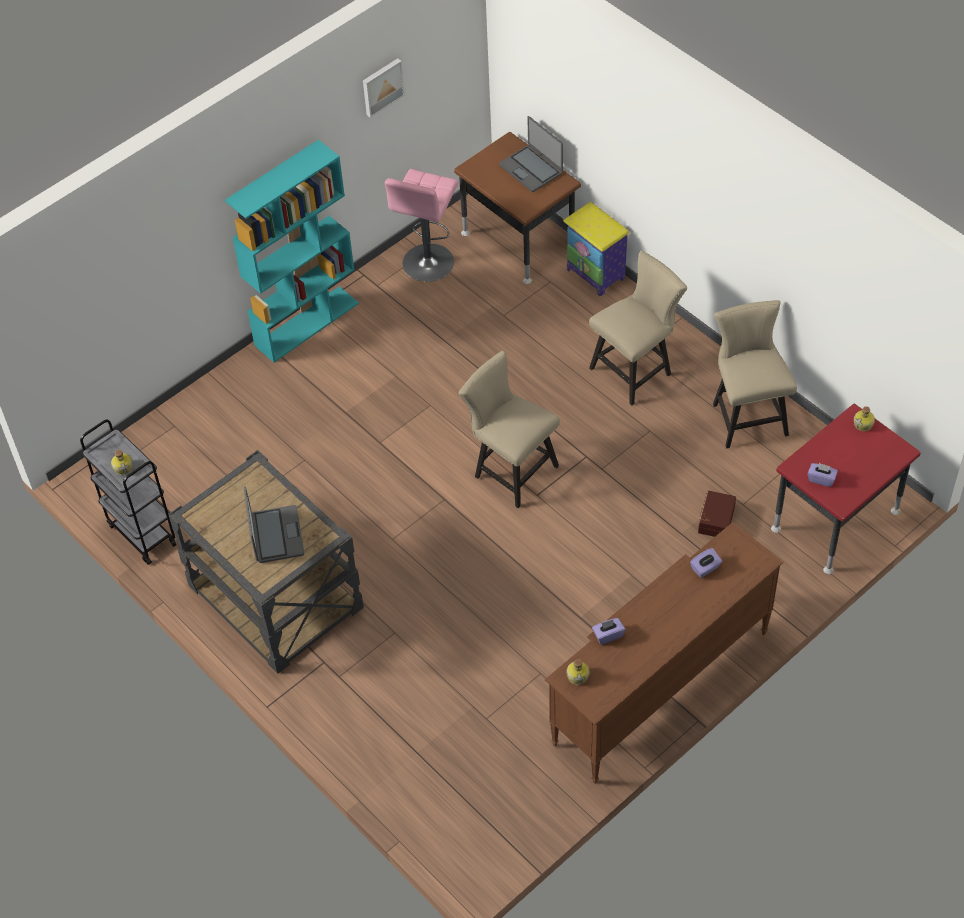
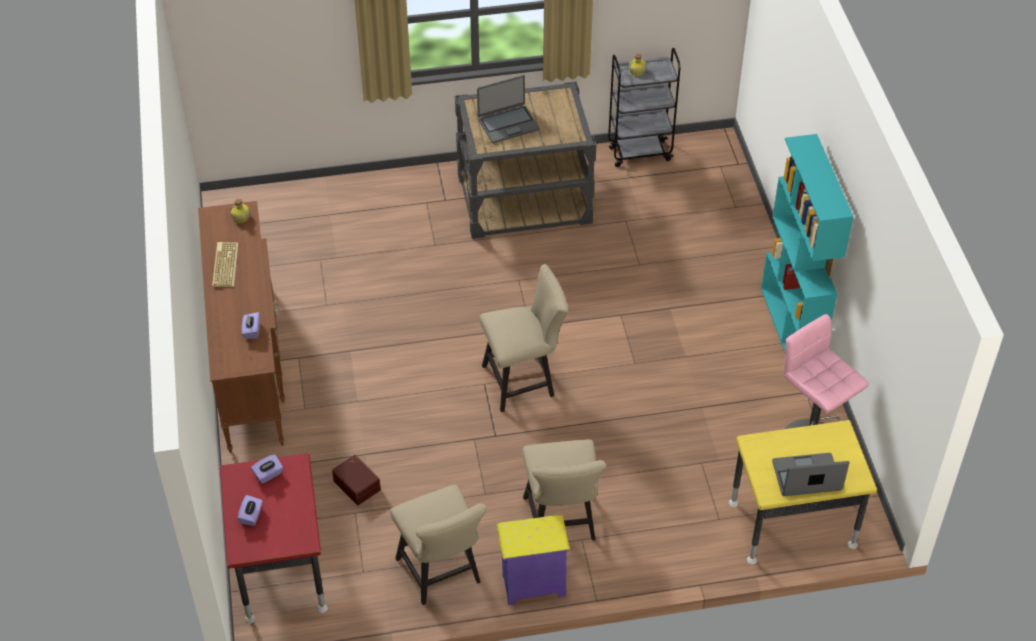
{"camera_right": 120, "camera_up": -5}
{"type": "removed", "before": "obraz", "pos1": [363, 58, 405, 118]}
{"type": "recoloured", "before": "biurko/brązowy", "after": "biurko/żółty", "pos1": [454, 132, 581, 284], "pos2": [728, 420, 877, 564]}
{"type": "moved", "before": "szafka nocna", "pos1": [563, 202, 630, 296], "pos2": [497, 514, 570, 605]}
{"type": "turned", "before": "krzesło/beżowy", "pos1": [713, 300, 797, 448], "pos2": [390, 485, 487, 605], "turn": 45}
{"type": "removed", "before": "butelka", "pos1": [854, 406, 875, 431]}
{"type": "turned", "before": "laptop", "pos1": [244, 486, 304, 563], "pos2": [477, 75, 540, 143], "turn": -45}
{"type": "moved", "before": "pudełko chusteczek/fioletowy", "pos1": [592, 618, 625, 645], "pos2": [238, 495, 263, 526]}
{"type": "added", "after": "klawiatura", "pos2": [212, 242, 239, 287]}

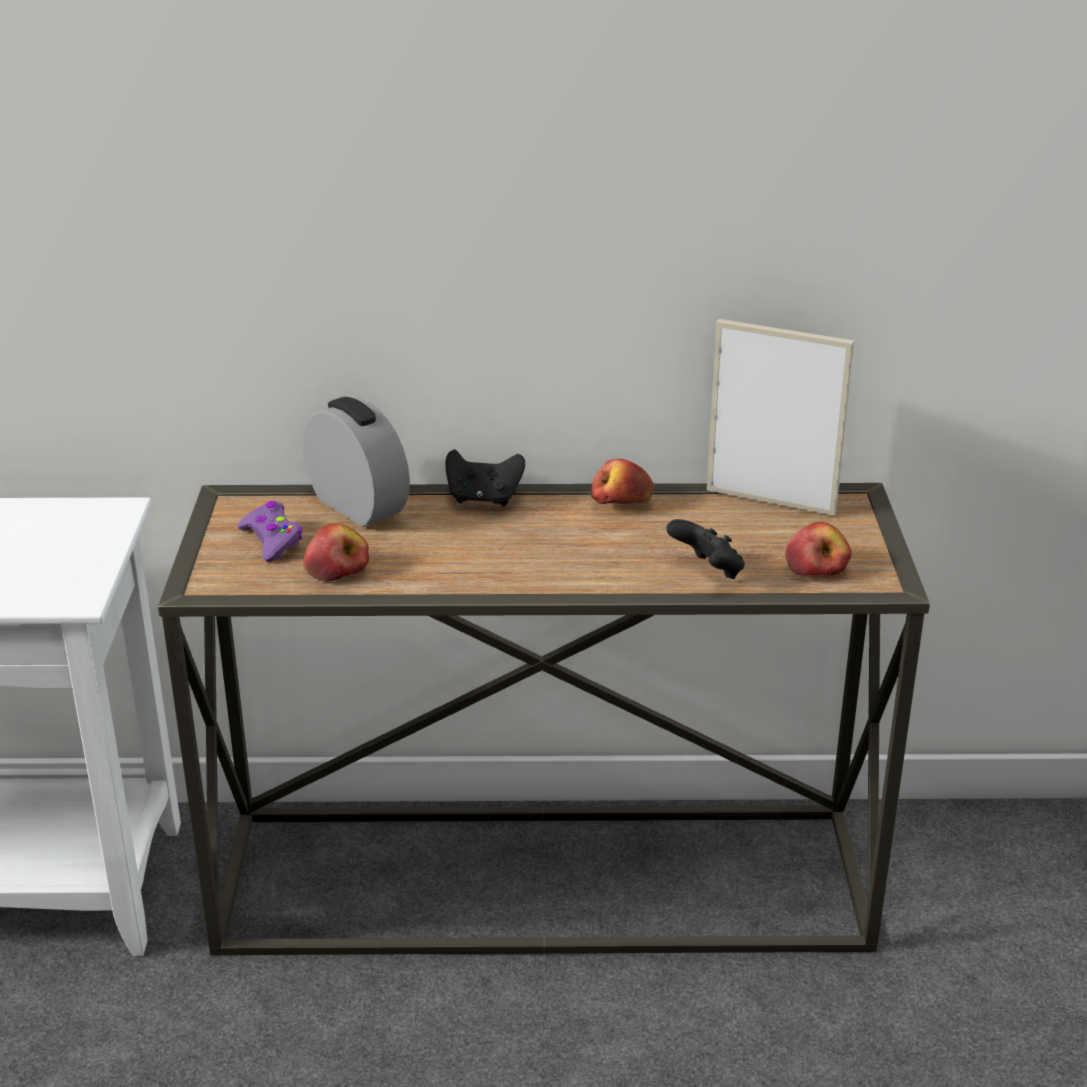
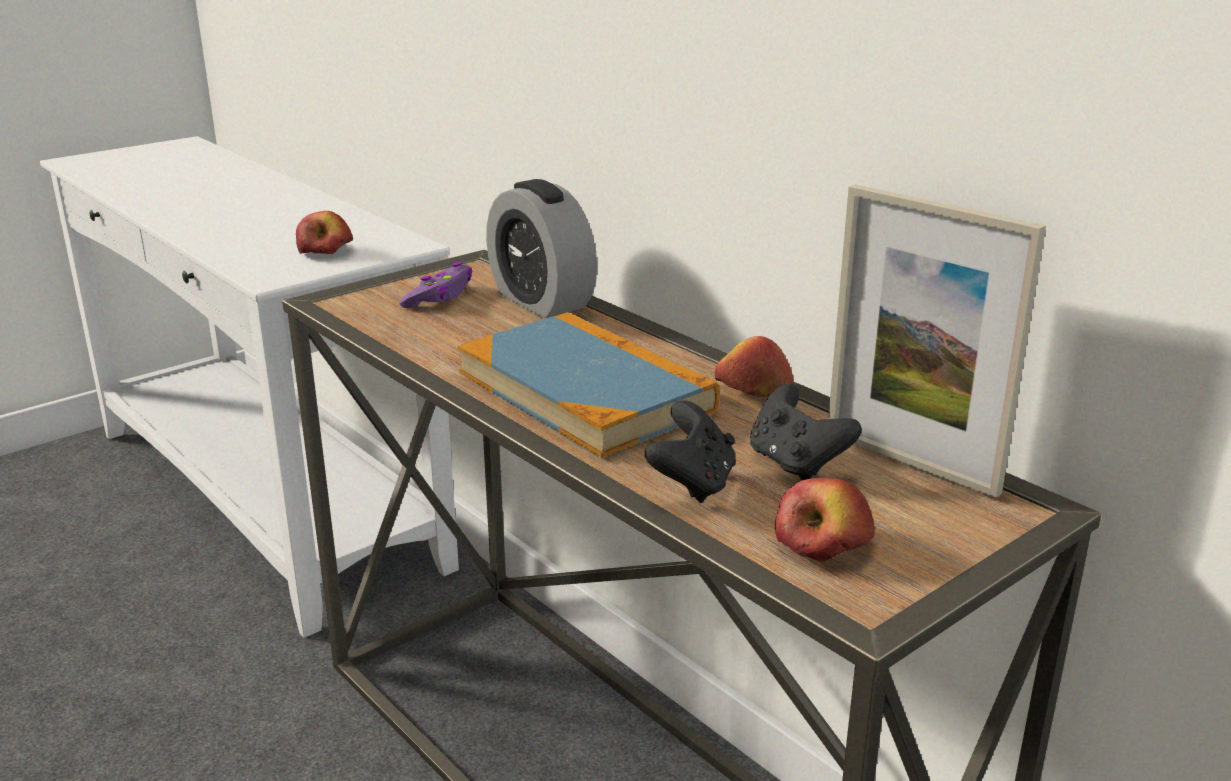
{"camera_right": 50, "camera_up": -5}
{"type": "turned", "before": "ramka na zdjęcie", "pos1": [707, 319, 854, 516], "pos2": [828, 184, 1046, 498], "turn": 150}
{"type": "turned", "before": "budzik", "pos1": [302, 397, 410, 527], "pos2": [486, 179, 597, 318], "turn": 135}
{"type": "moved", "before": "pad do gier/czarny", "pos1": [445, 450, 525, 506], "pos2": [750, 384, 862, 481]}
{"type": "moved", "before": "jabłko", "pos1": [303, 523, 369, 582], "pos2": [296, 211, 353, 254]}
{"type": "added", "after": "książka", "pos2": [458, 312, 720, 457]}

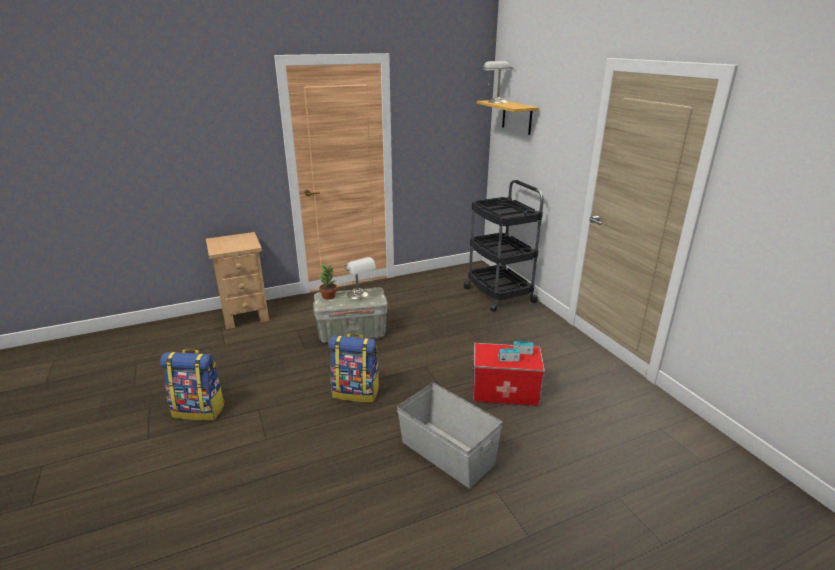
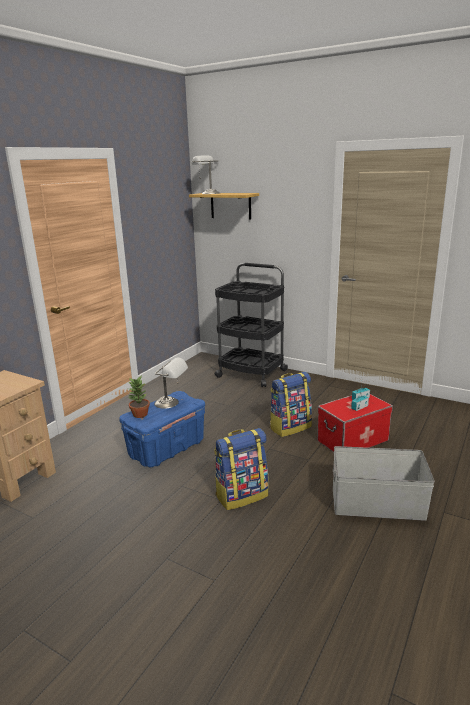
{"camera_right": -35, "camera_up": -5}
{"type": "recoloured", "before": "pojemnik do przechowywania/szary", "after": "pojemnik do przechowywania/niebieski", "pos1": [313, 287, 388, 343], "pos2": [119, 391, 205, 467]}
{"type": "moved", "before": "plecak", "pos1": [160, 349, 225, 420], "pos2": [270, 372, 312, 437]}

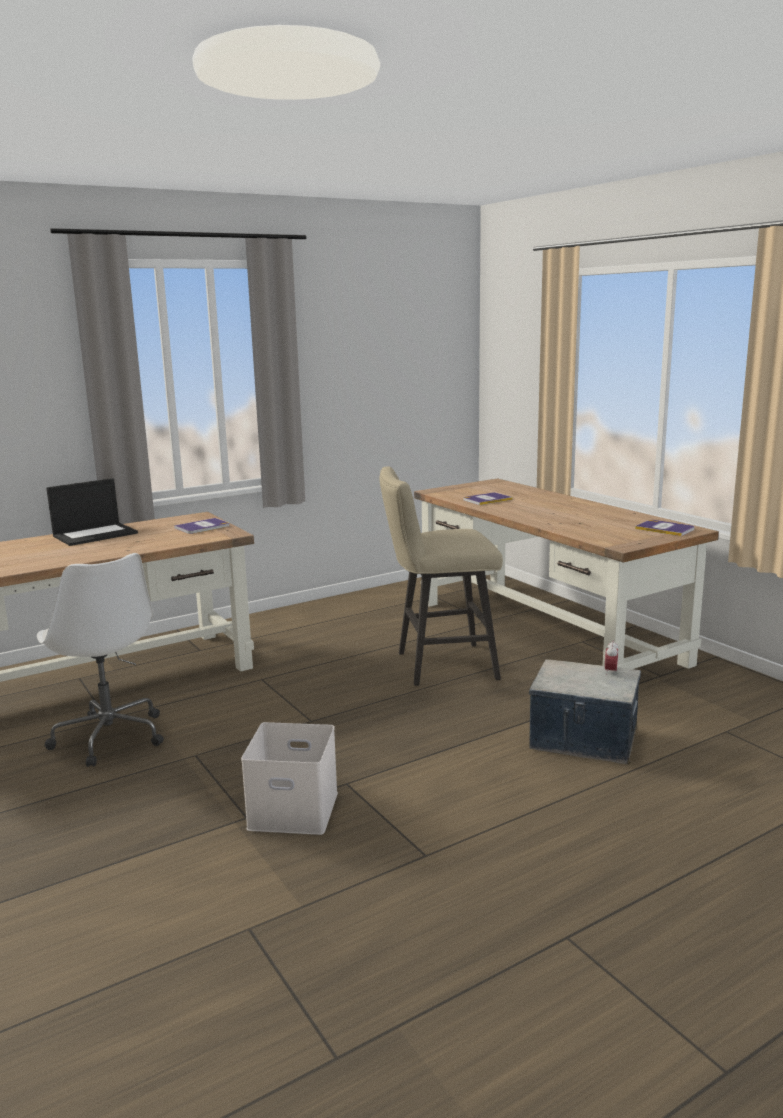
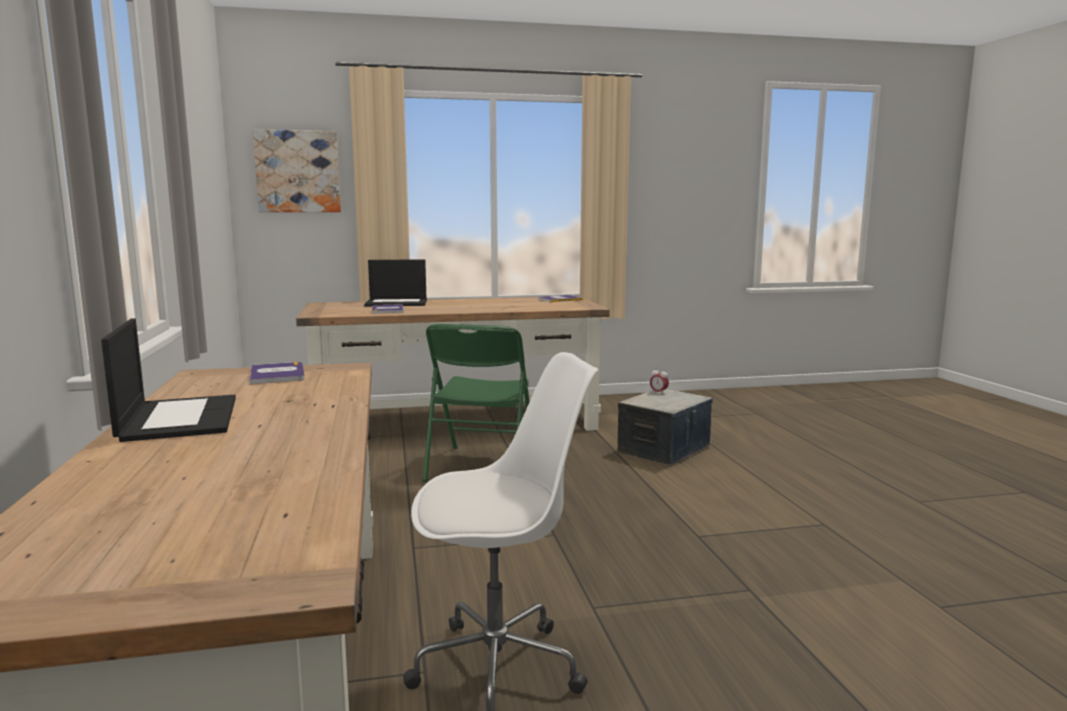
{"camera_right": -70, "camera_up": -5}
{"type": "replaced", "before": "stołek/beżowy", "after": "krzesło/zielony", "pos1": [380, 466, 503, 686], "pos2": [422, 324, 530, 482]}
{"type": "removed", "before": "pojemnik do przechowywania/biały", "pos1": [241, 722, 338, 835]}
{"type": "added", "after": "obraz", "pos2": [253, 129, 341, 212]}
{"type": "added", "after": "laptop", "pos2": [364, 259, 427, 307]}

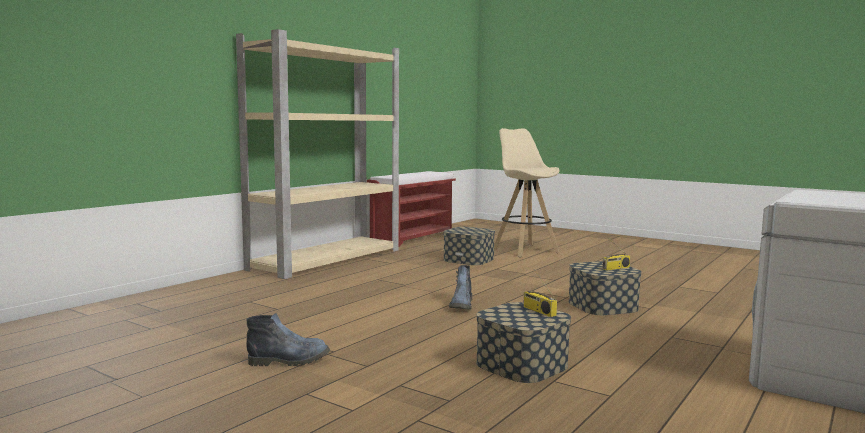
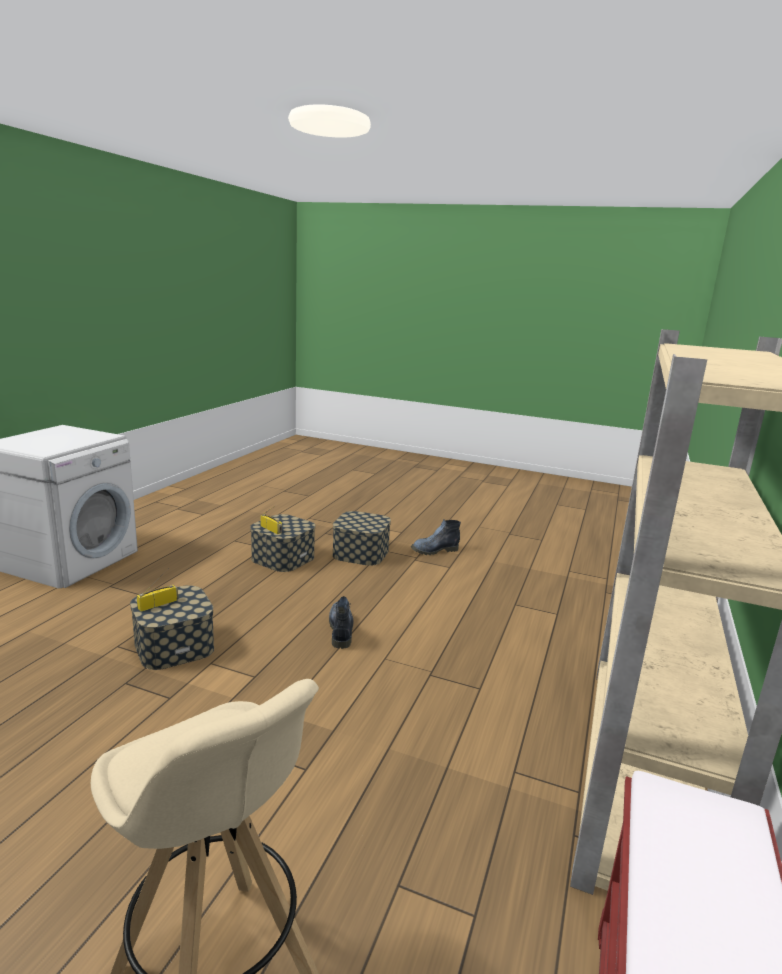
{"camera_right": 165, "camera_up": 10}
{"type": "moved", "before": "pojemnik do przechowywania", "pos1": [443, 227, 495, 265], "pos2": [332, 511, 391, 566]}

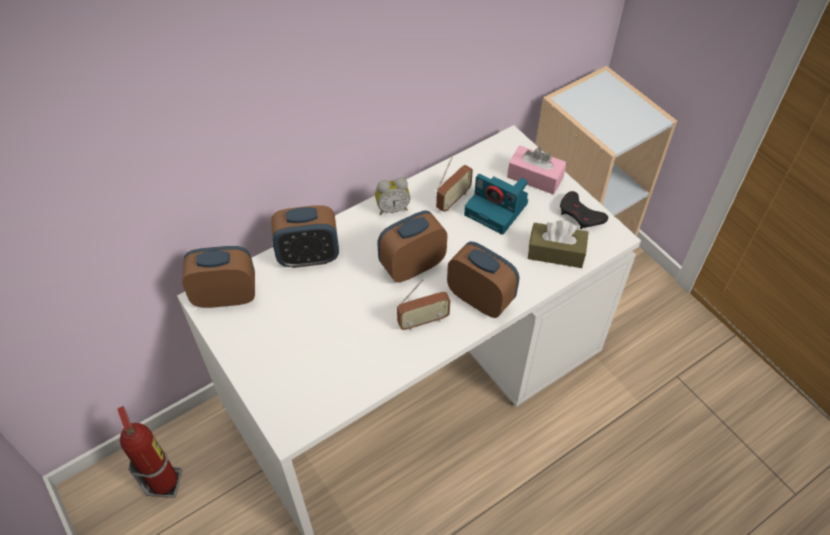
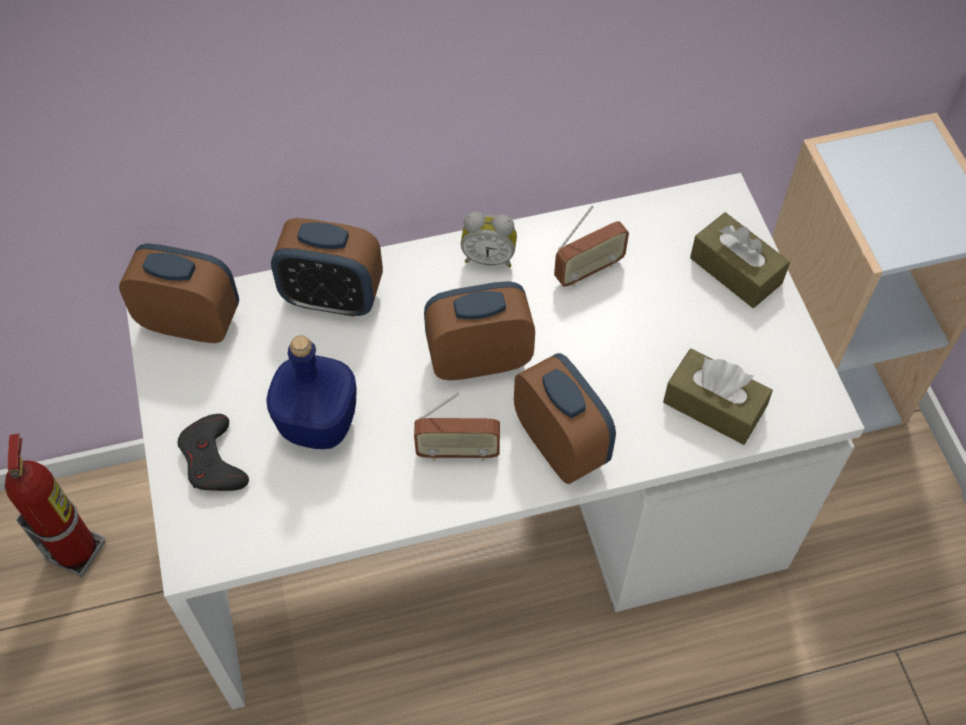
{"camera_right": 20, "camera_up": 5}
{"type": "recoloured", "before": "pudełko chusteczek/różowy", "after": "pudełko chusteczek/brązowy", "pos1": [507, 146, 567, 195], "pos2": [690, 212, 790, 308]}
{"type": "removed", "before": "aparat fotograficzny", "pos1": [464, 174, 528, 235]}
{"type": "moved", "before": "pad do gier/czarny", "pos1": [560, 191, 608, 229], "pos2": [177, 414, 249, 491]}
{"type": "added", "after": "butelka/niebieski", "pos2": [266, 335, 357, 449]}

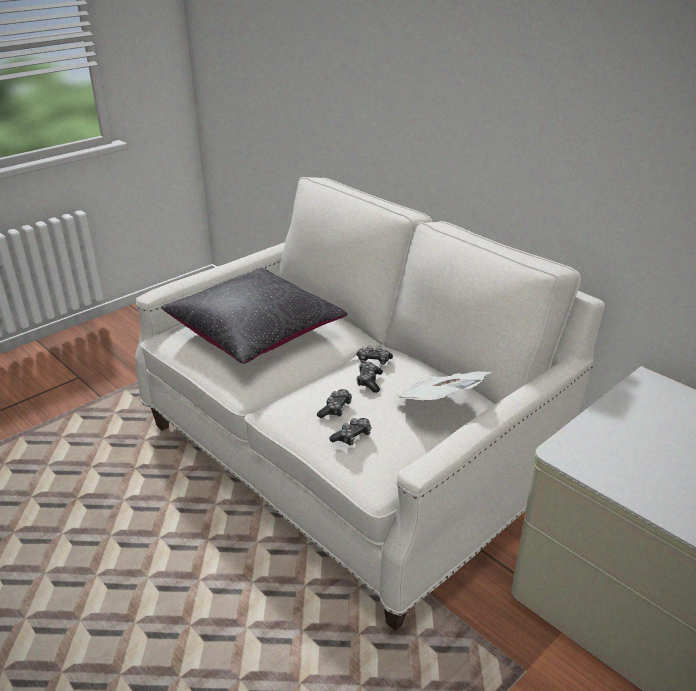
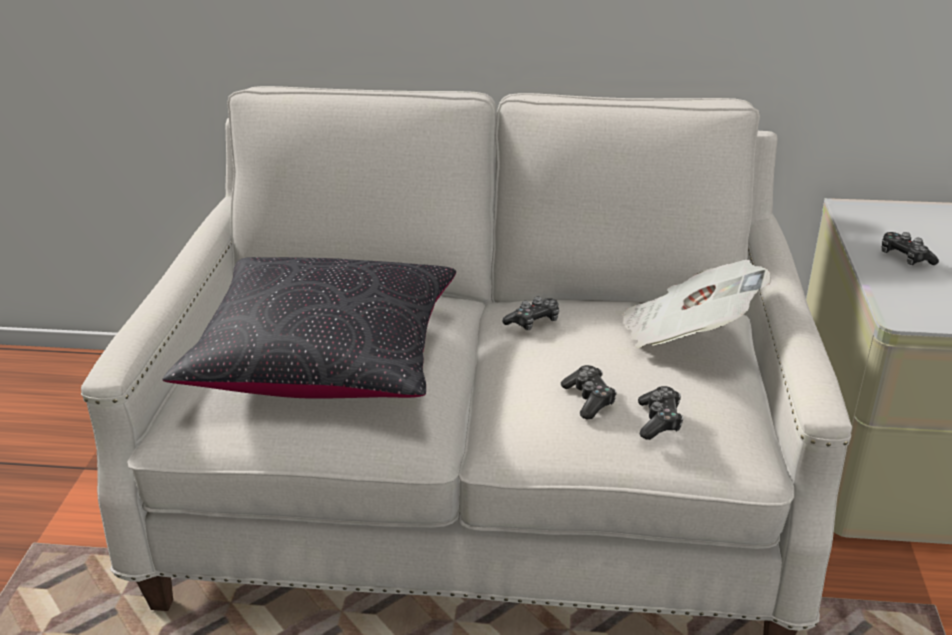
{"camera_right": -40, "camera_up": 0}
{"type": "moved", "before": "pad do gier", "pos1": [356, 362, 383, 393], "pos2": [882, 232, 939, 265]}

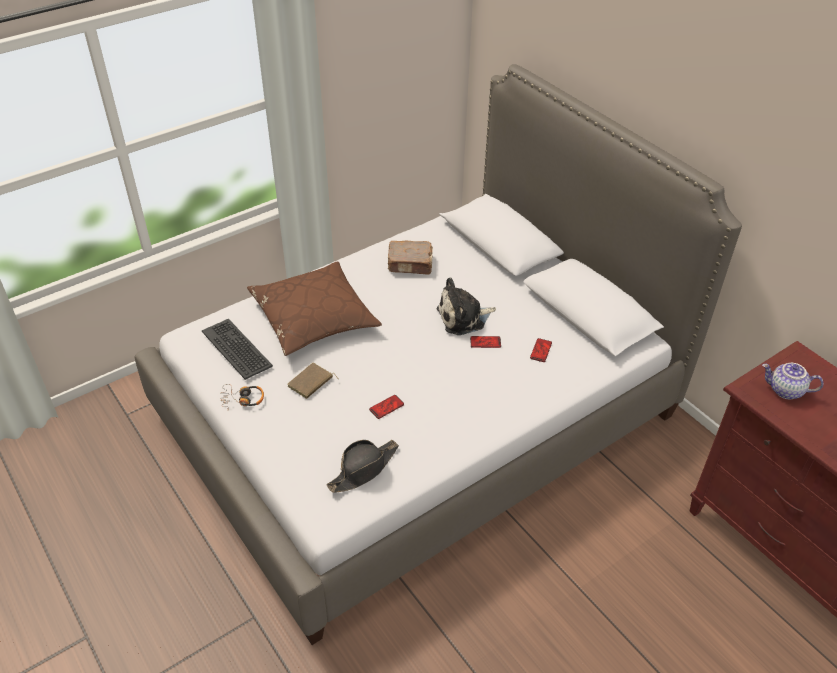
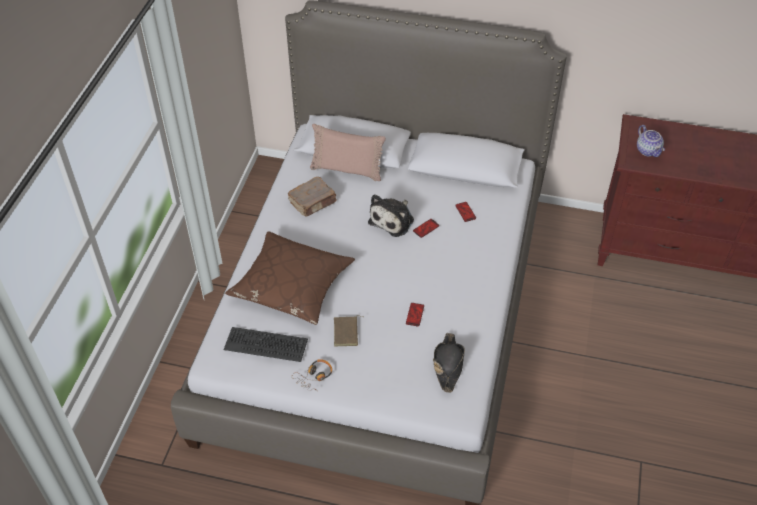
{"camera_right": -40, "camera_up": 5}
{"type": "turned", "before": "imbryk", "pos1": [762, 363, 824, 399], "pos2": [637, 125, 665, 157], "turn": -90}
{"type": "added", "after": "poduszka/beżowy", "pos2": [310, 124, 386, 182]}

